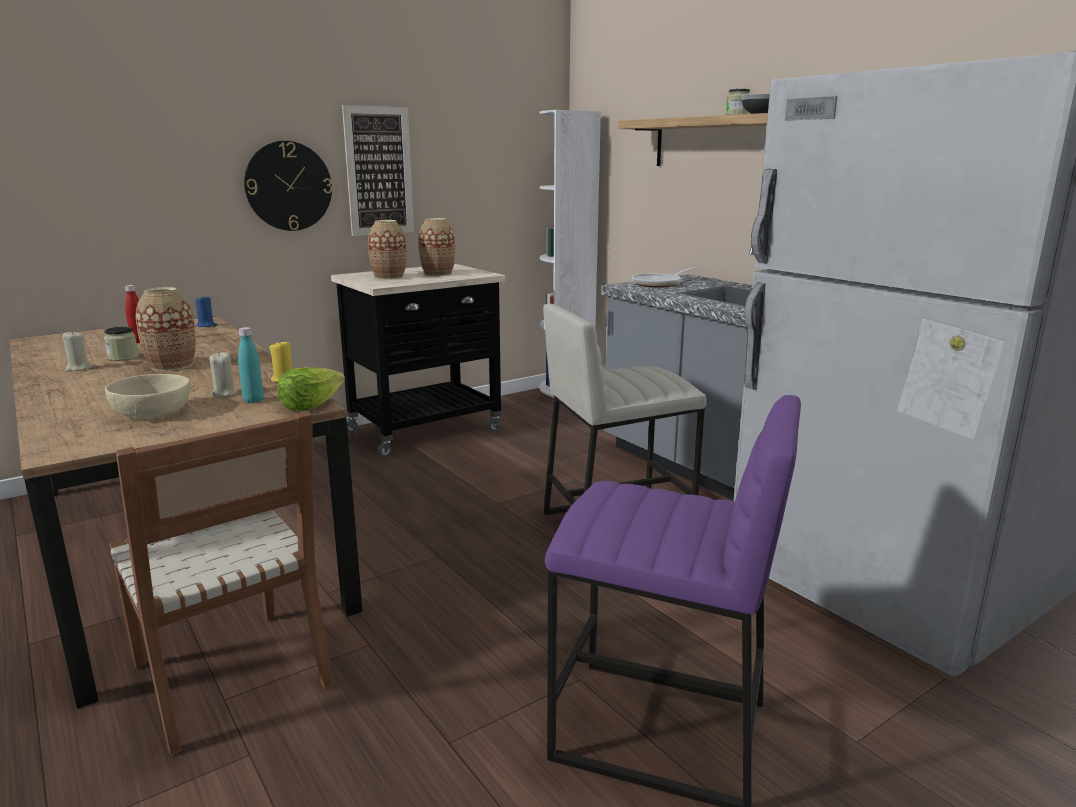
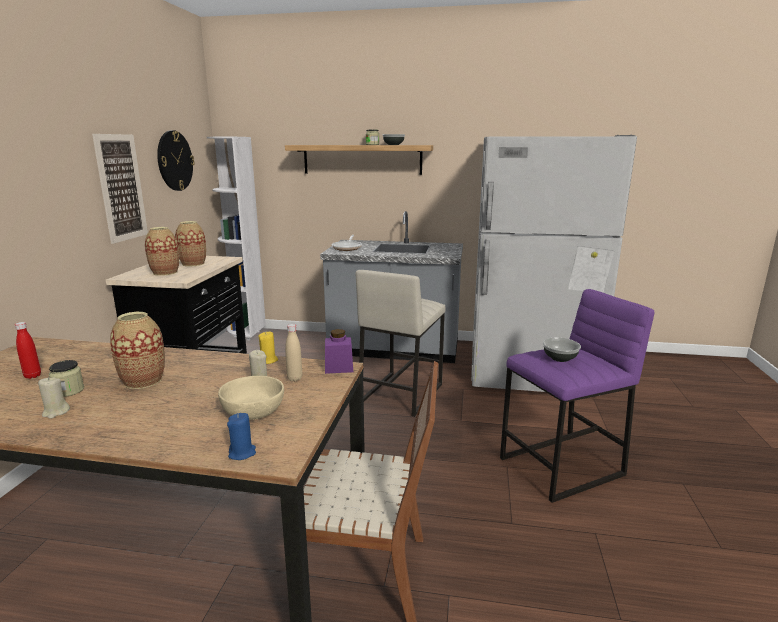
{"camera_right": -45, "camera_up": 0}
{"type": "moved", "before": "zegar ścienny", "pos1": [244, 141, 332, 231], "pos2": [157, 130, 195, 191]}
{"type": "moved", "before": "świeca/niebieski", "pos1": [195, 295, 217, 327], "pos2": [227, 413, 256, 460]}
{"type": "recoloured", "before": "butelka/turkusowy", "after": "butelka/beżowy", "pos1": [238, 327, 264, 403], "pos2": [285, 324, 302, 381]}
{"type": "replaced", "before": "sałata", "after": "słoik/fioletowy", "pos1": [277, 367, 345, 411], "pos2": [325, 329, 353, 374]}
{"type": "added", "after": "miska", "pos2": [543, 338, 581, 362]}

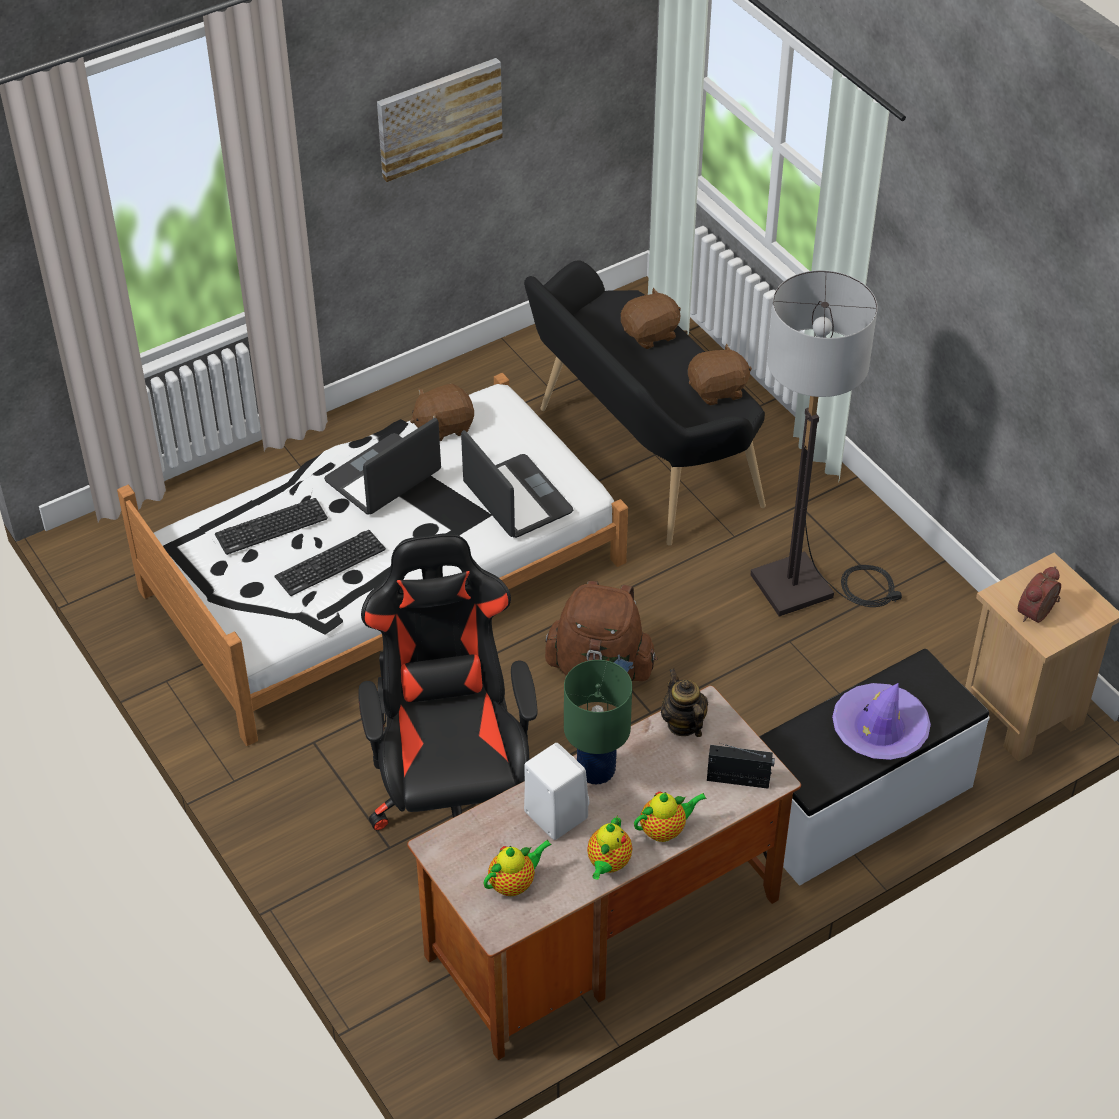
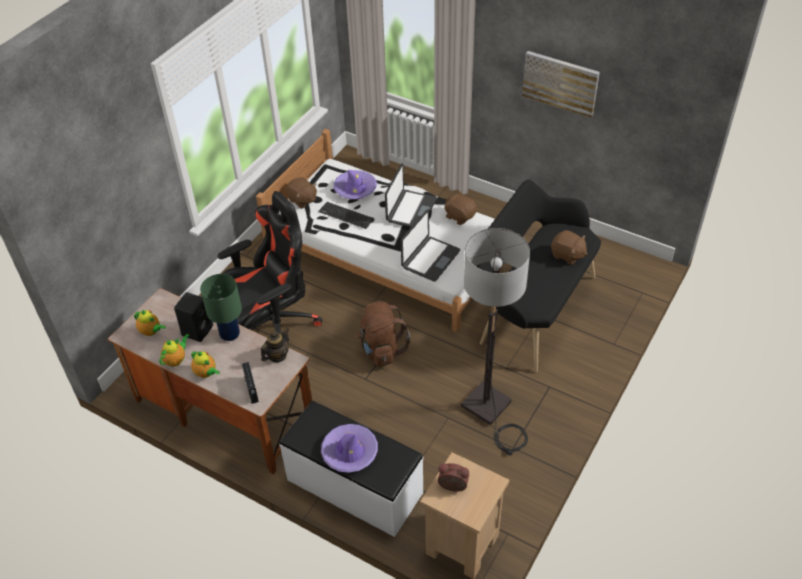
{"camera_right": 65, "camera_up": 0}
{"type": "moved", "before": "pluszak/brązowy", "pos1": [688, 344, 752, 405], "pos2": [286, 177, 317, 209]}
{"type": "turned", "before": "laptop", "pos1": [324, 418, 441, 515], "pos2": [385, 163, 437, 227], "turn": 90}
{"type": "replaced", "before": "klawiatura", "after": "kapelusz/fioletowy", "pos1": [215, 498, 328, 555], "pos2": [333, 170, 377, 200]}
{"type": "recoloured", "before": "głośnik/biały", "after": "głośnik/czarny", "pos1": [524, 743, 590, 840], "pos2": [174, 292, 213, 342]}
{"type": "turned", "before": "imbryk", "pos1": [587, 816, 632, 880], "pos2": [159, 334, 190, 367], "turn": 135}

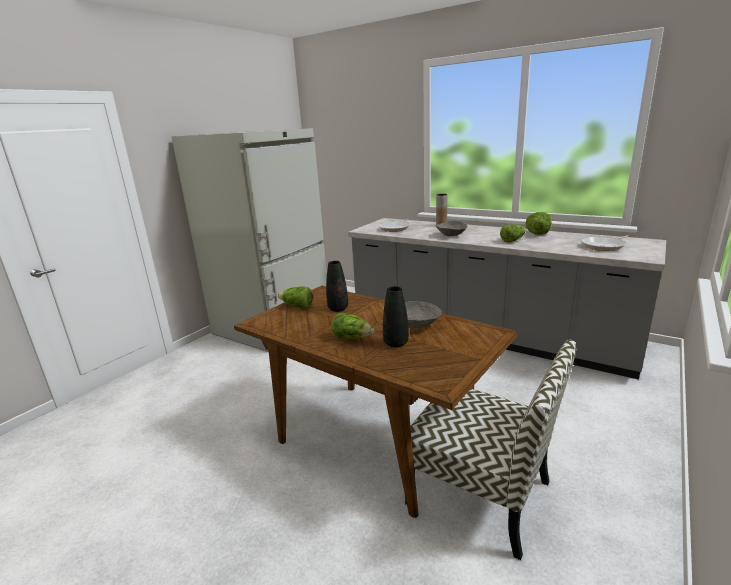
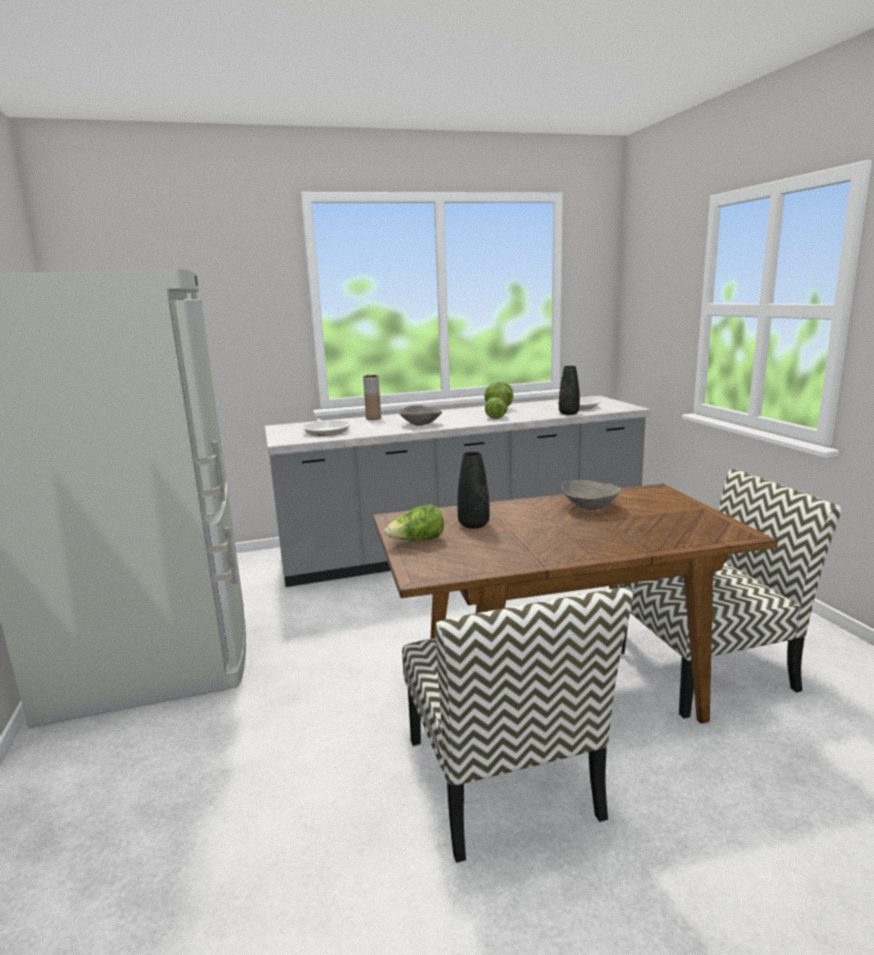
{"camera_right": -50, "camera_up": -5}
{"type": "moved", "before": "wazon/czarny", "pos1": [383, 286, 409, 347], "pos2": [559, 366, 580, 415]}
{"type": "removed", "before": "sałata", "pos1": [332, 312, 375, 338]}
{"type": "added", "after": "krzesło", "pos2": [402, 587, 634, 863]}

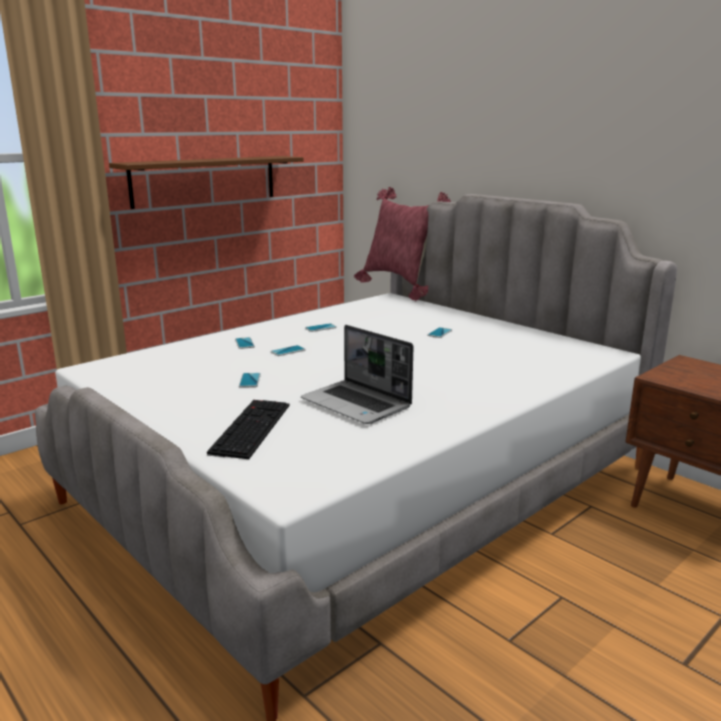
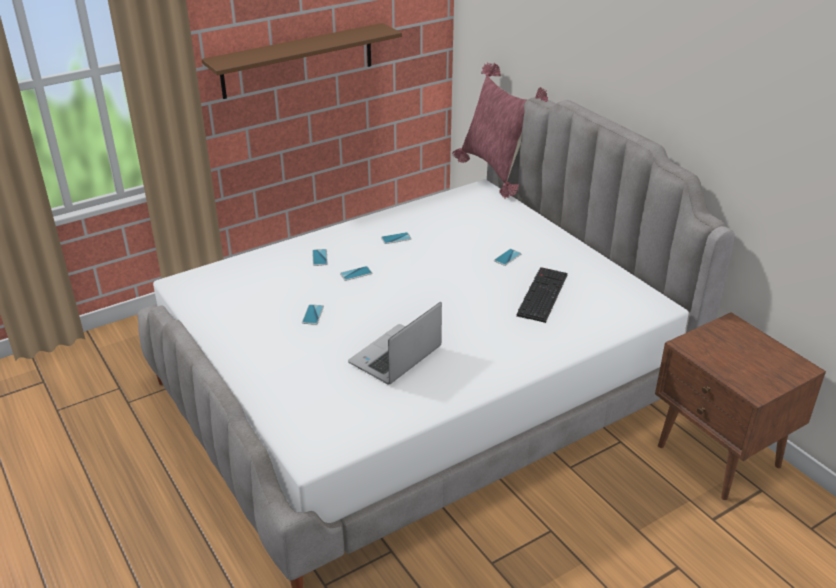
{"camera_right": 10, "camera_up": 15}
{"type": "turned", "before": "laptop", "pos1": [301, 325, 413, 424], "pos2": [348, 302, 442, 385], "turn": 75}
{"type": "moved", "before": "klawiatura", "pos1": [207, 400, 290, 459], "pos2": [516, 267, 568, 323]}

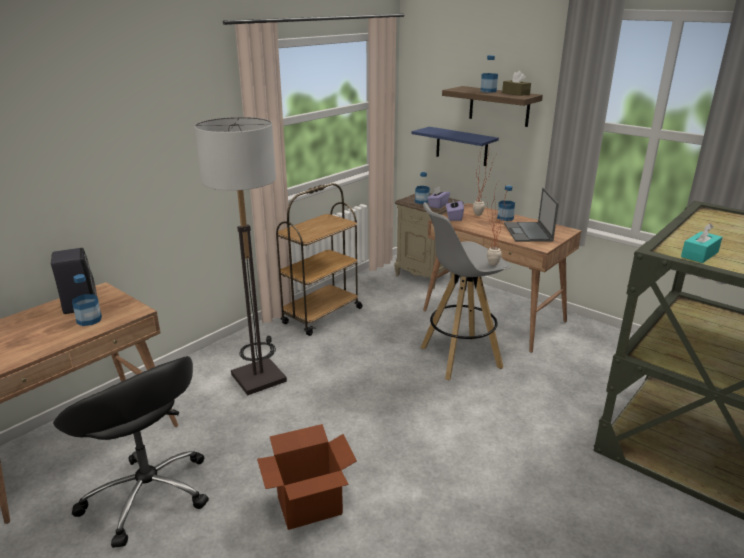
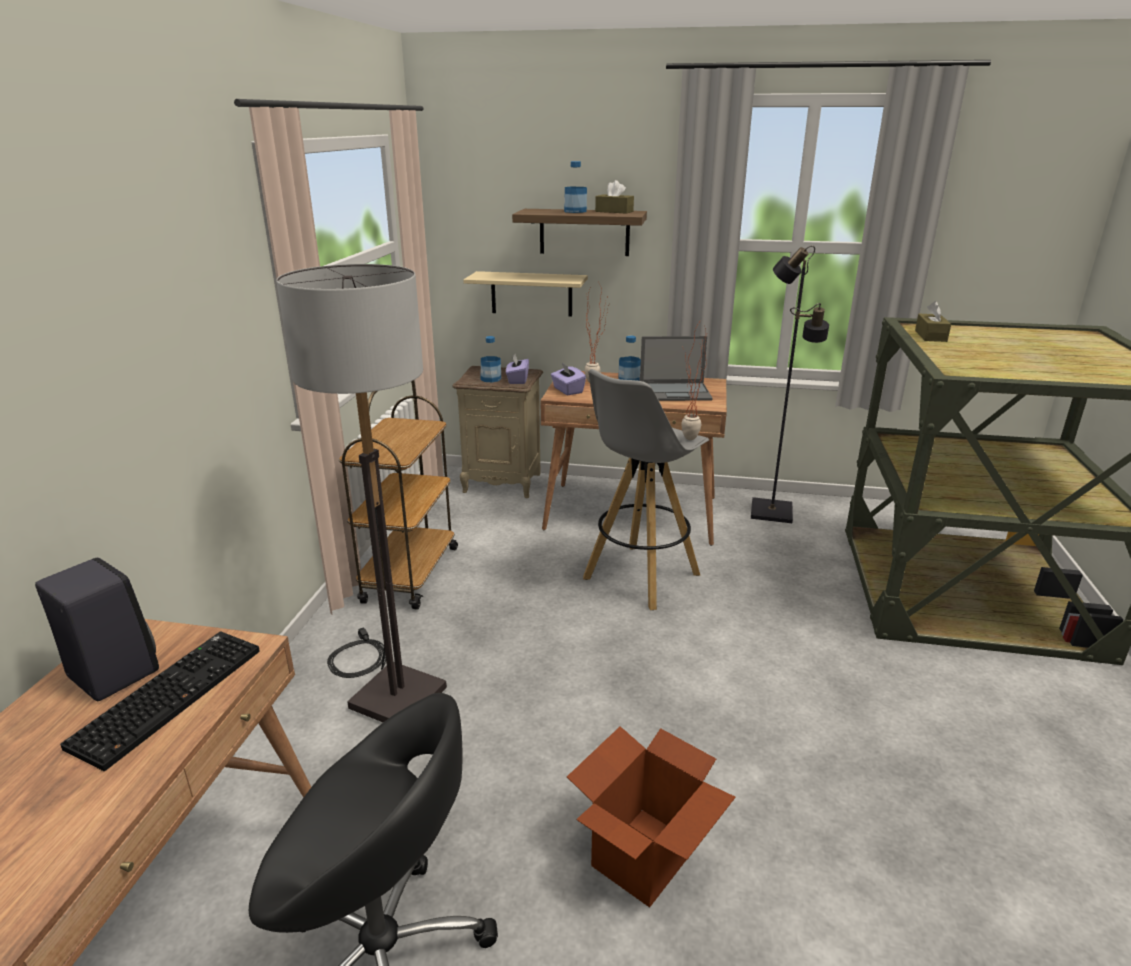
{"camera_right": -30, "camera_up": 0}
{"type": "recoloured", "before": "półka/niebieski", "after": "półka/beżowy", "pos1": [411, 127, 499, 166], "pos2": [463, 271, 588, 317]}
{"type": "turned", "before": "laptop", "pos1": [504, 188, 559, 242], "pos2": [640, 336, 713, 401], "turn": -60}
{"type": "removed", "before": "pudełko chusteczek/turkusowy", "pos1": [681, 223, 722, 263]}
{"type": "replaced", "before": "butelka", "after": "klawiatura", "pos1": [72, 274, 102, 326], "pos2": [60, 632, 260, 771]}
{"type": "added", "after": "lampa stojąca/czarny", "pos2": [751, 245, 829, 523]}
{"type": "added", "after": "pudełko chusteczek/brązowy", "pos2": [915, 301, 951, 342]}

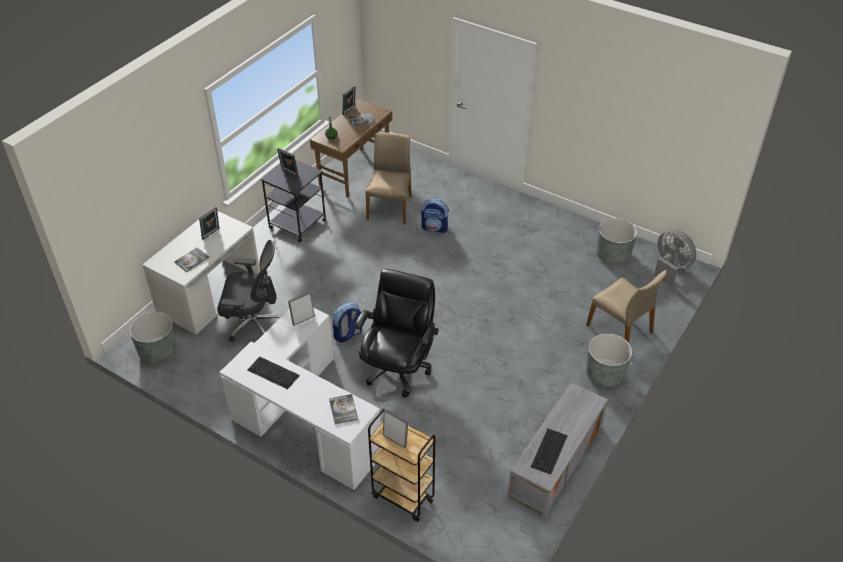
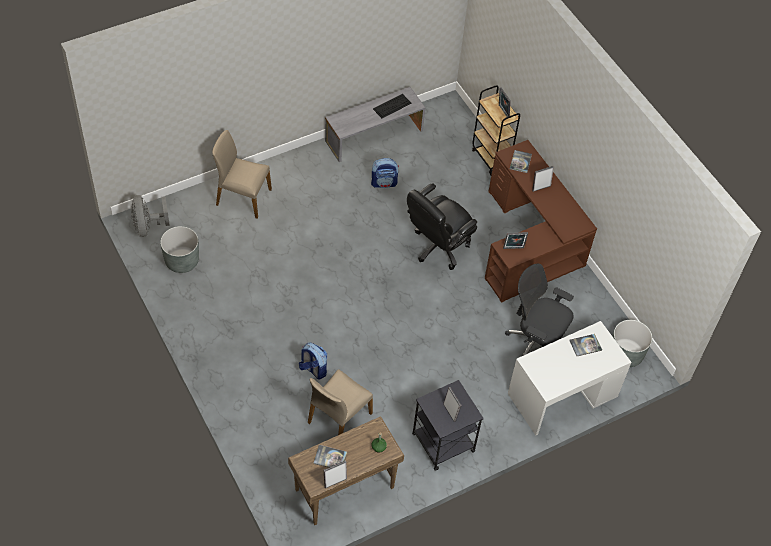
{"camera_right": -155, "camera_up": 10}
{"type": "moved", "before": "ramka na zdjęcie", "pos1": [199, 207, 219, 240], "pos2": [532, 166, 554, 192]}
{"type": "turned", "before": "krzesło/beżowy", "pos1": [586, 270, 667, 343], "pos2": [212, 130, 272, 219], "turn": -60}
{"type": "moved", "before": "plecak", "pos1": [332, 302, 362, 343], "pos2": [371, 158, 399, 188]}
{"type": "recoloured", "before": "biurko/biały", "after": "biurko/brązowy", "pos1": [219, 308, 380, 491], "pos2": [485, 140, 597, 303]}
{"type": "removed", "before": "donica/szary", "pos1": [586, 334, 632, 387]}
{"type": "removed", "before": "klawiatura", "pos1": [248, 356, 300, 390]}

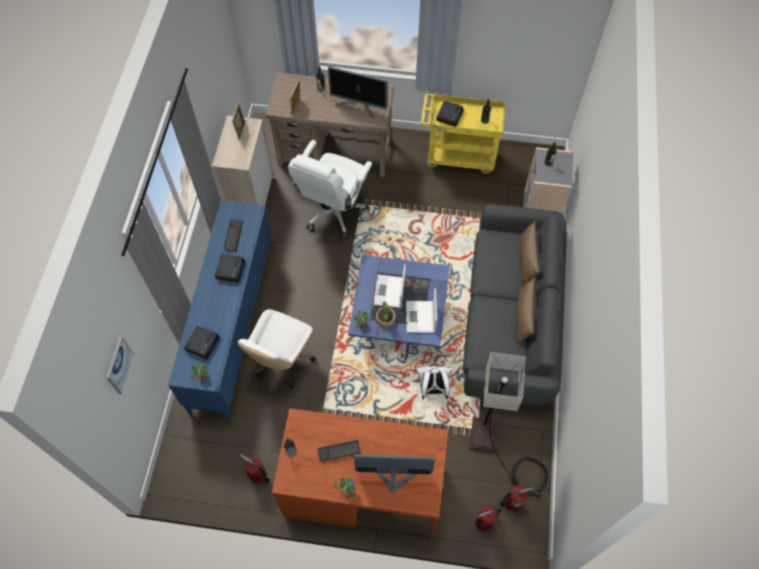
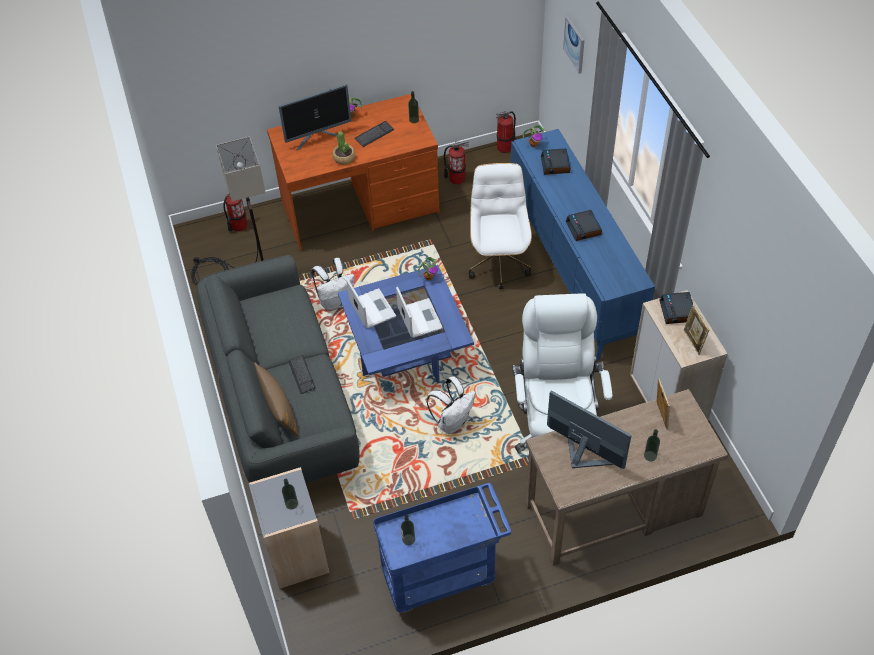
{"camera_right": 155, "camera_up": -10}
{"type": "turned", "before": "monitor", "pos1": [328, 66, 388, 117], "pos2": [547, 391, 632, 469], "turn": 45}
{"type": "recoloured", "before": "wózek/żółty", "after": "wózek/niebieski", "pos1": [421, 94, 505, 174], "pos2": [373, 483, 511, 613]}
{"type": "moved", "before": "budzik", "pos1": [436, 101, 463, 127], "pos2": [659, 292, 693, 324]}
{"type": "moved", "before": "klawiatura", "pos1": [224, 219, 243, 252], "pos2": [288, 355, 315, 394]}
{"type": "removed", "before": "poduszka/brązowy", "pos1": [516, 277, 536, 345]}
{"type": "moved", "before": "roślina doniczkowa", "pos1": [375, 301, 396, 327], "pos2": [333, 131, 355, 165]}
{"type": "moved", "before": "gaśnica", "pos1": [500, 485, 534, 512], "pos2": [496, 111, 516, 153]}
{"type": "added", "after": "plecak/biały", "pos2": [427, 377, 476, 434]}

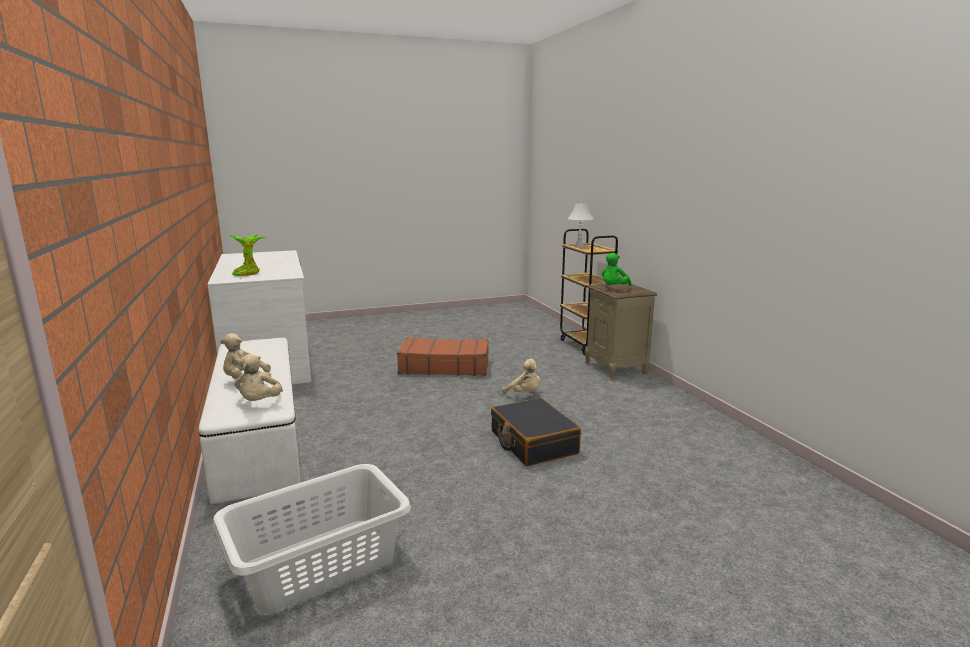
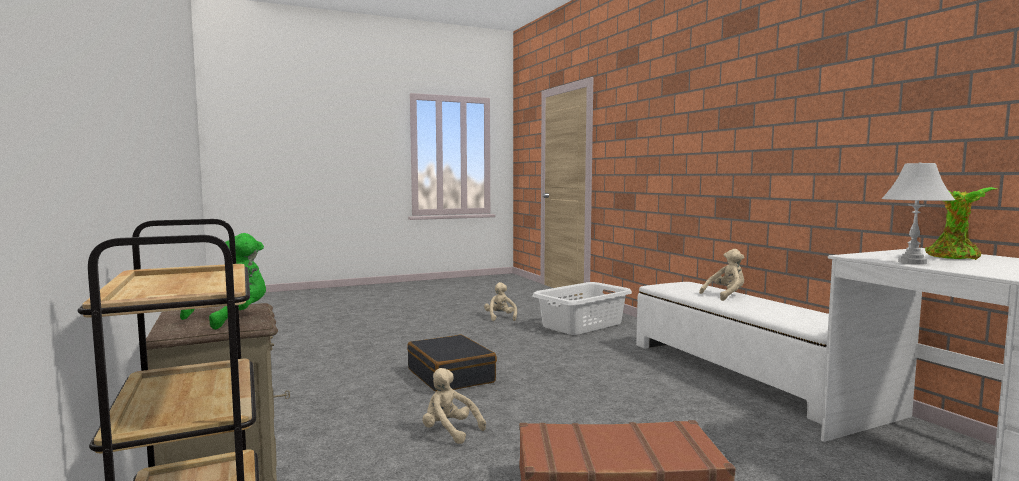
{"camera_right": 175, "camera_up": -10}
{"type": "moved", "before": "lampa stołowa/biały", "pos1": [568, 203, 594, 248], "pos2": [882, 162, 955, 265]}
{"type": "moved", "before": "pluszak/beżowy", "pos1": [234, 354, 283, 401], "pos2": [484, 282, 517, 321]}

